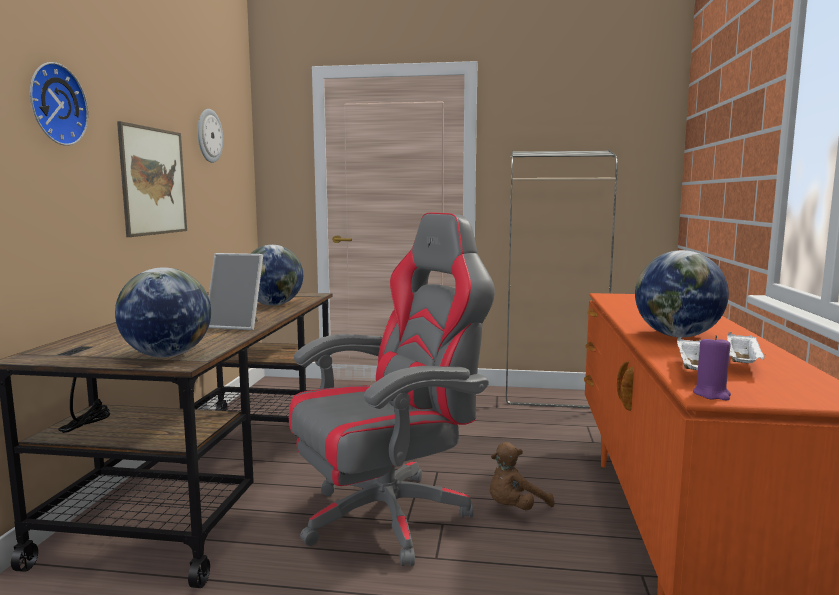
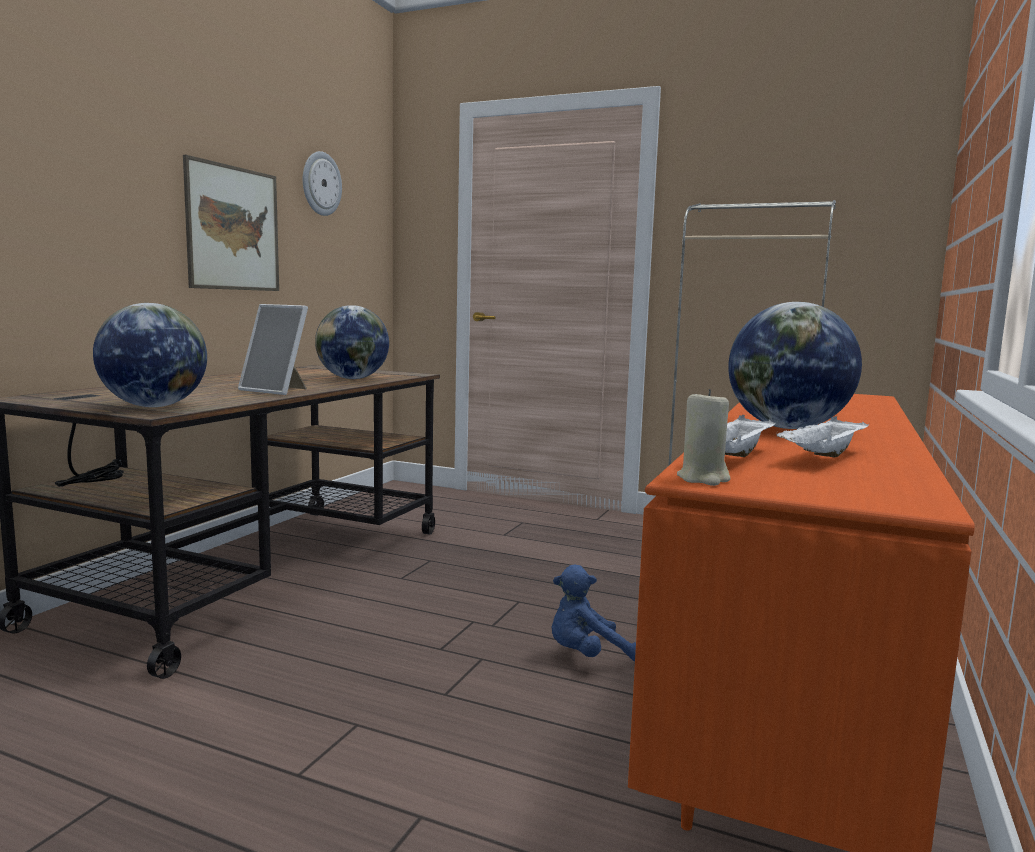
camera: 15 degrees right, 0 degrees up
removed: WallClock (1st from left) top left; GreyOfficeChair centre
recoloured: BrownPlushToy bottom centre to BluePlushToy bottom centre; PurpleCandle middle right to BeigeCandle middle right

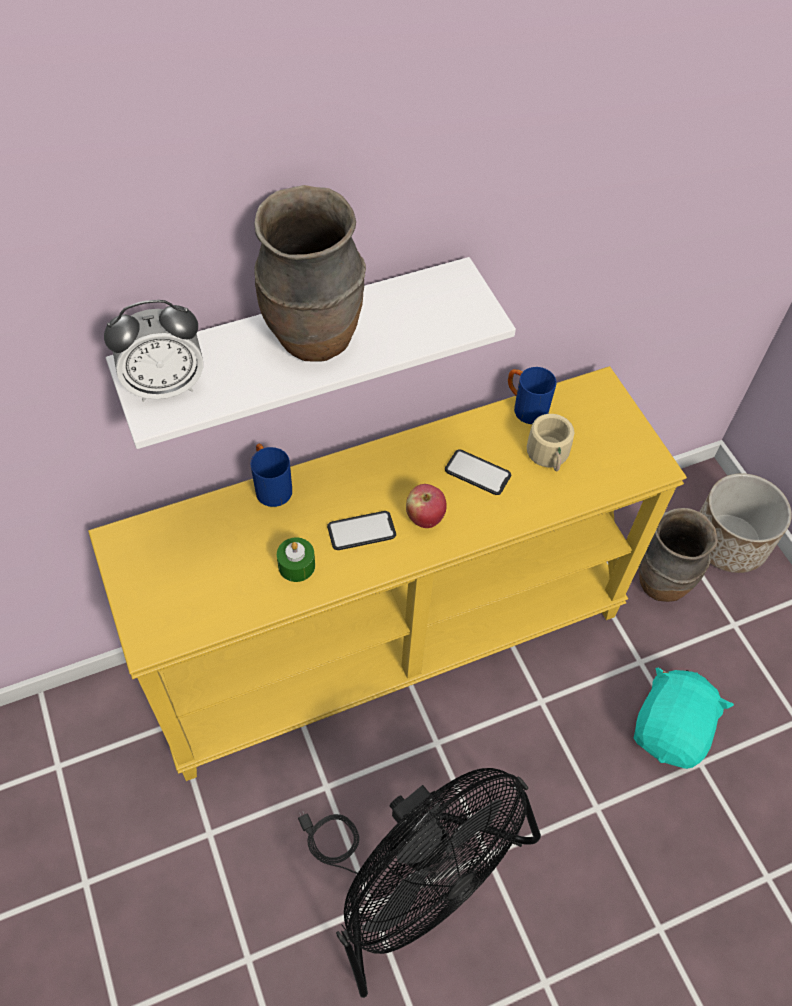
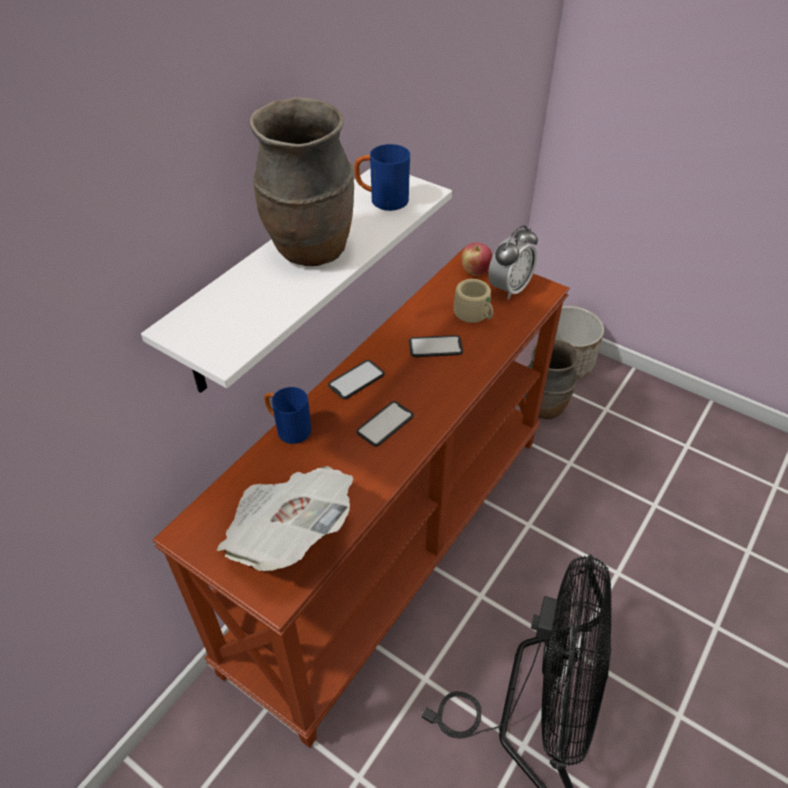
camera: 30 degrees left, 10 degrees down
removed: GreenCandle centre; TurquoisePlushToy bottom right
added: Newspaper centre; Phone (1st from left) centre
moved: AlarmClock middle left to top centre; Apple centre to top centre; BlueMug (2nd from left) middle right to top centre
recoloured: YellowConsoleTable centre to BrownConsoleTable centre

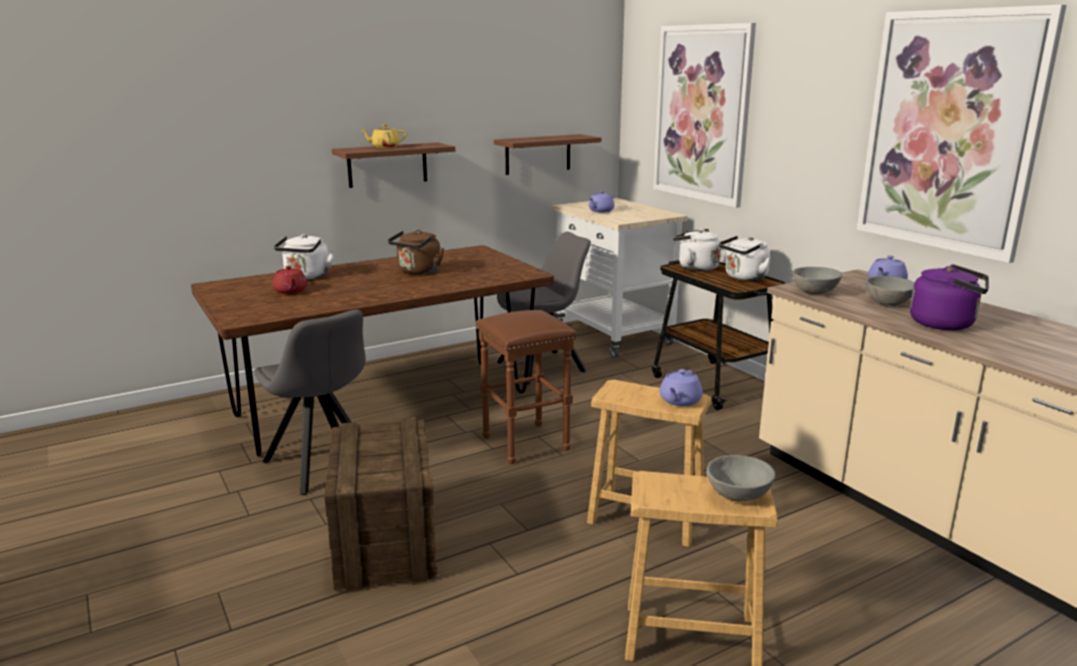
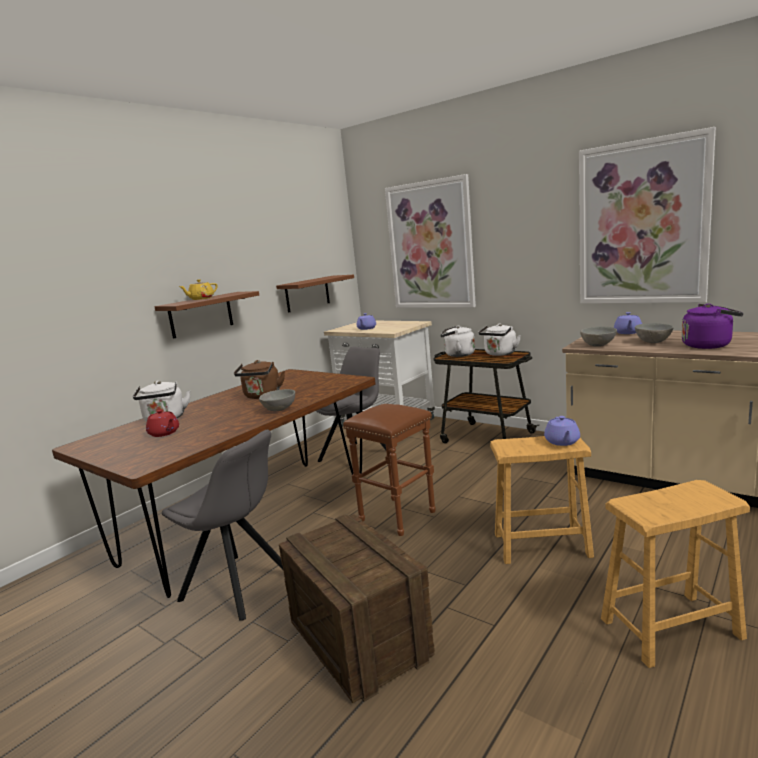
camera: 20 degrees left, 5 degrees down
moved: GreyBowl (1st from left) bottom right to centre

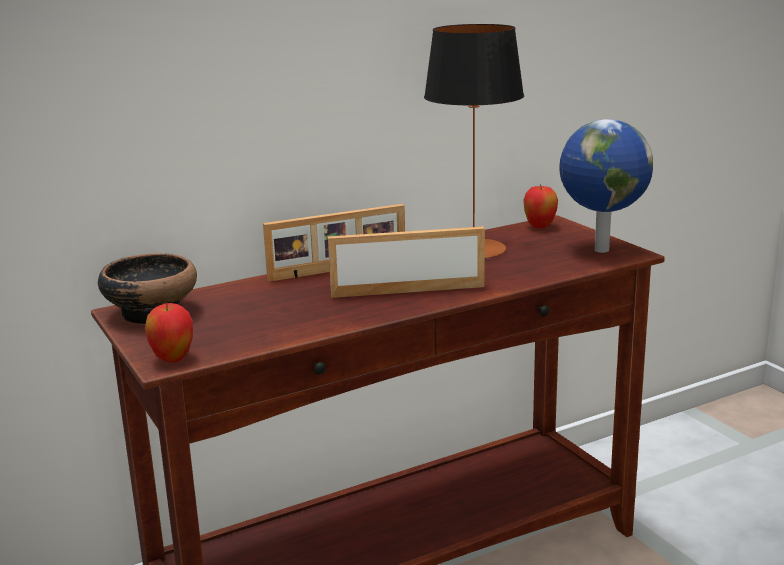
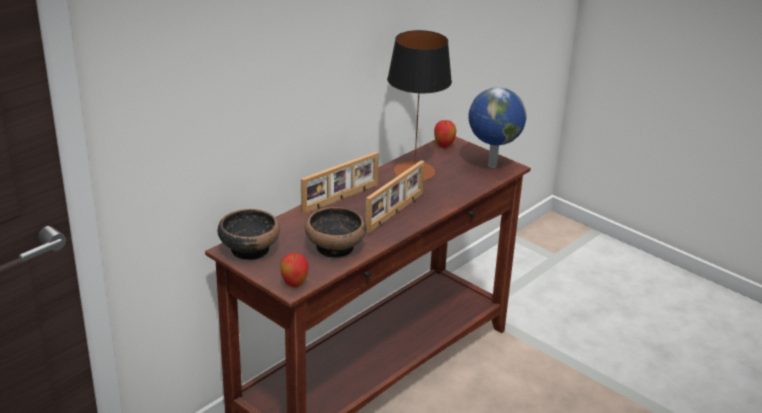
camera: 20 degrees left, 10 degrees up
added: Bowl (2nd from left) centre
turned: PictureFrame (2nd from left) centre = centre 150 degrees clockwise

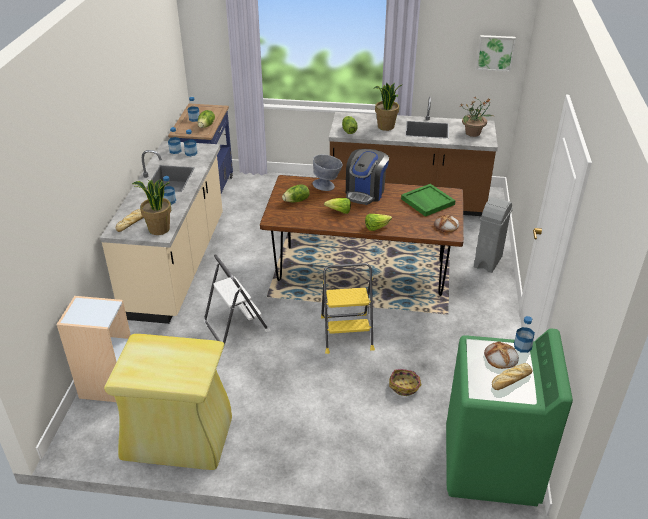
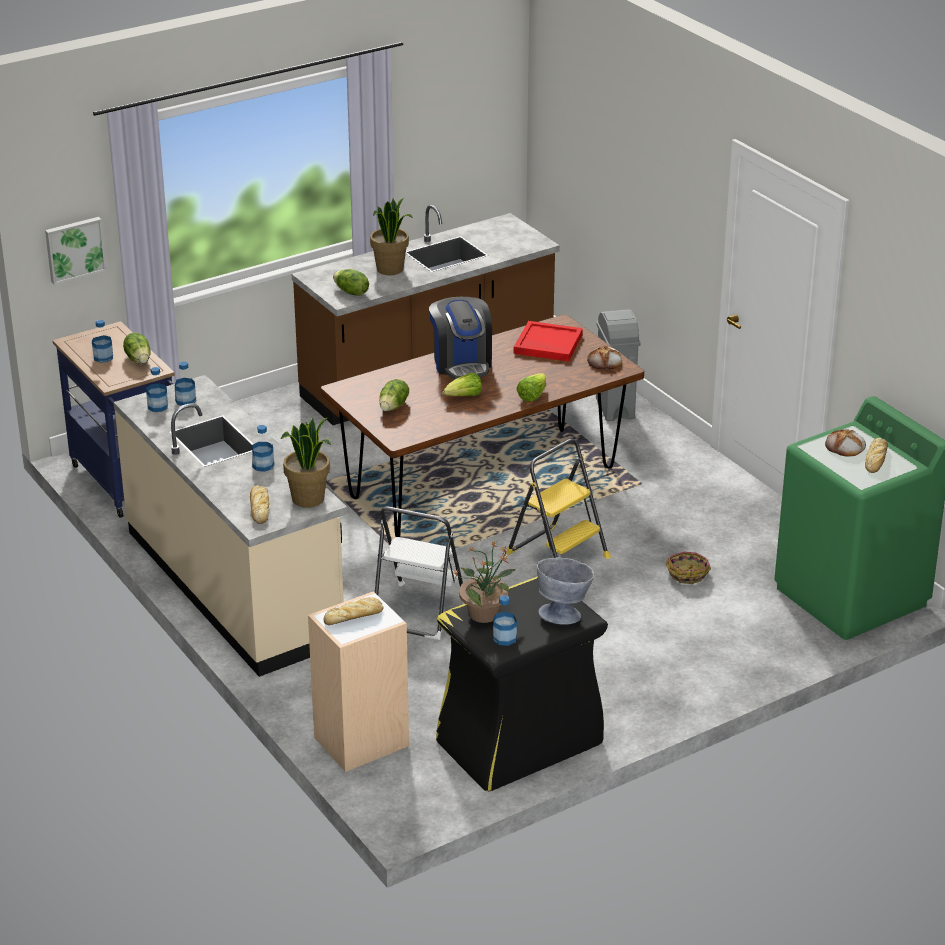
camera: 40 degrees left, 5 degrees down
added: Bread (2nd from left) centre
moved: GreyBowl top centre to centre; PottedPlant (3rd from left) top right to centre; Picture top right to top left; Bottle (5th from left) middle right to centre
recoloured: YellowNightstand bottom left to BlackNightstand bottom centre; GreenTray centre to RedTray centre

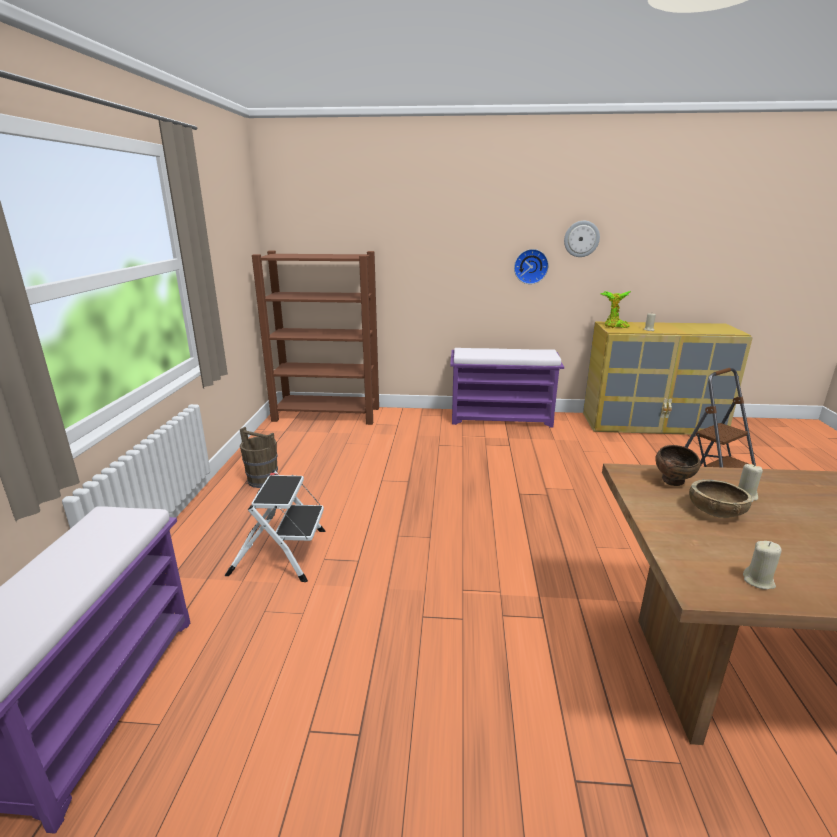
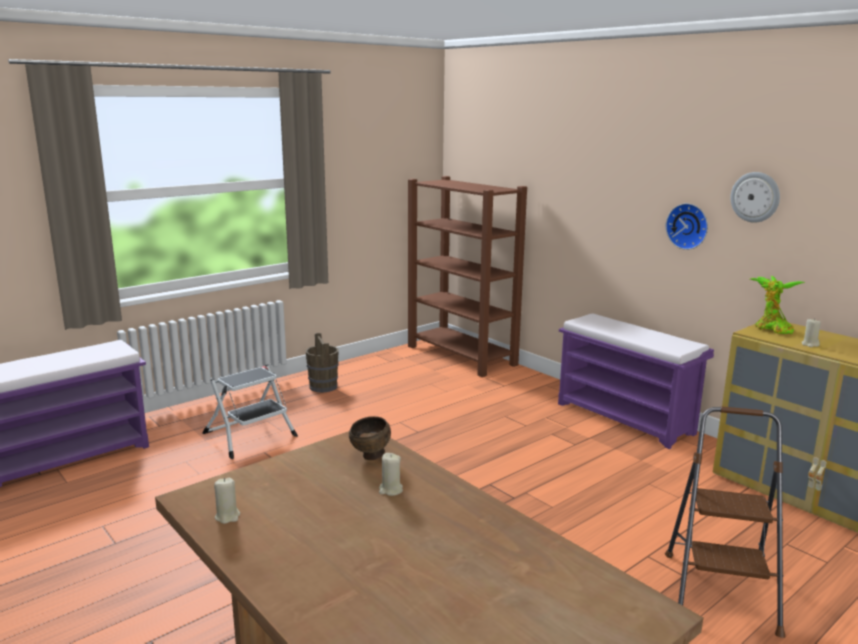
camera: 45 degrees right, 5 degrees down
removed: BrownBowl (2nd from left) middle right

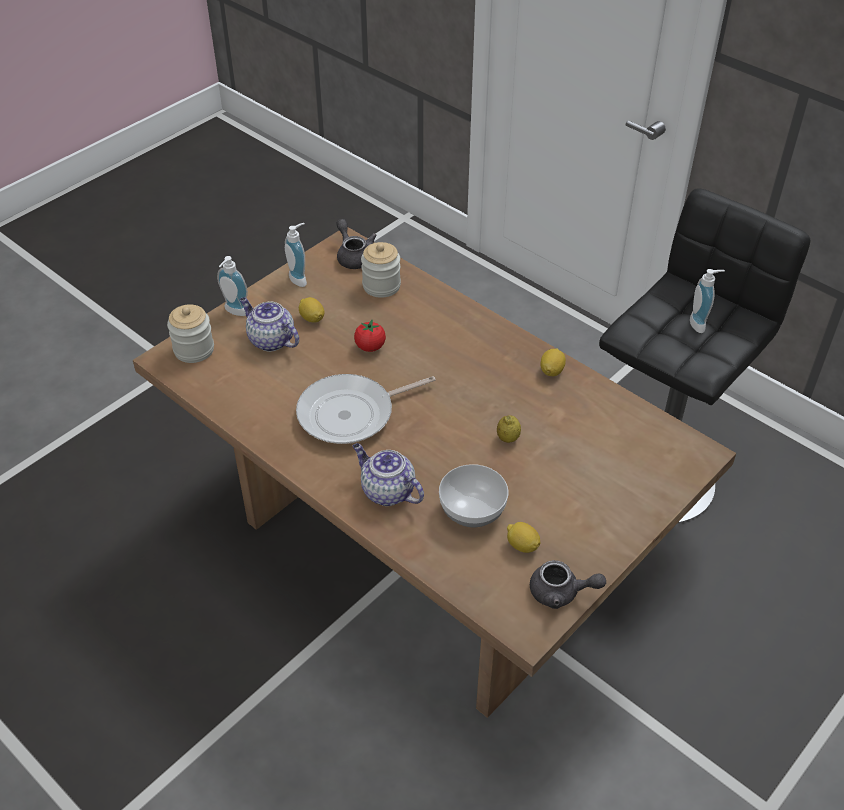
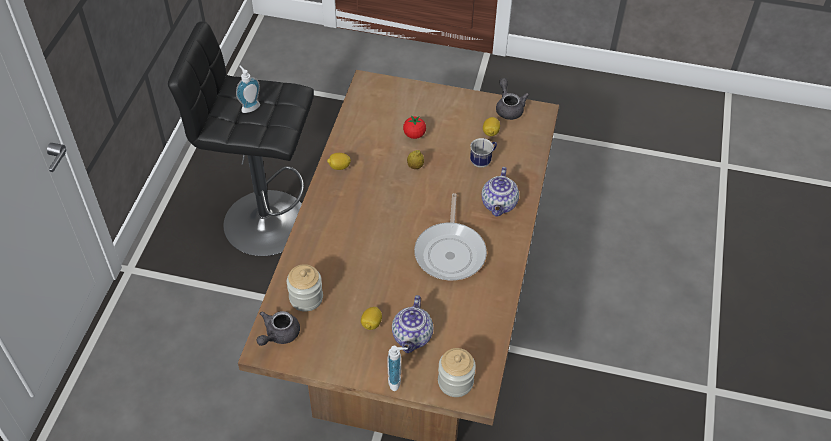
camera: 120 degrees left, 5 degrees up
removed: SoapDispenser (2nd from left) top centre
moved: Tomato centre to top centre
replaced: Bowl centre to Mug centre
turned: FryingPan centre = centre 60 degrees clockwise

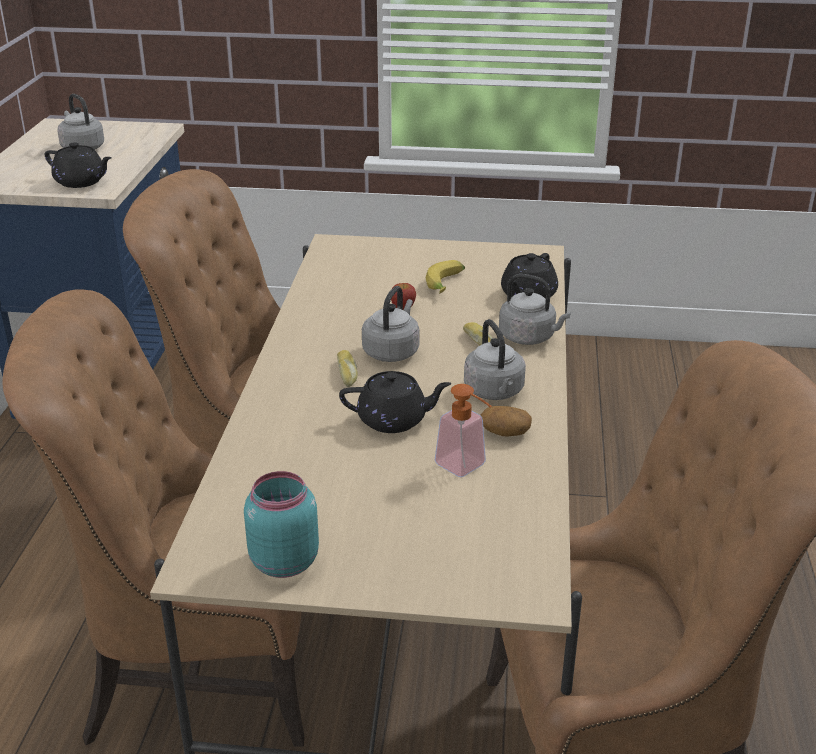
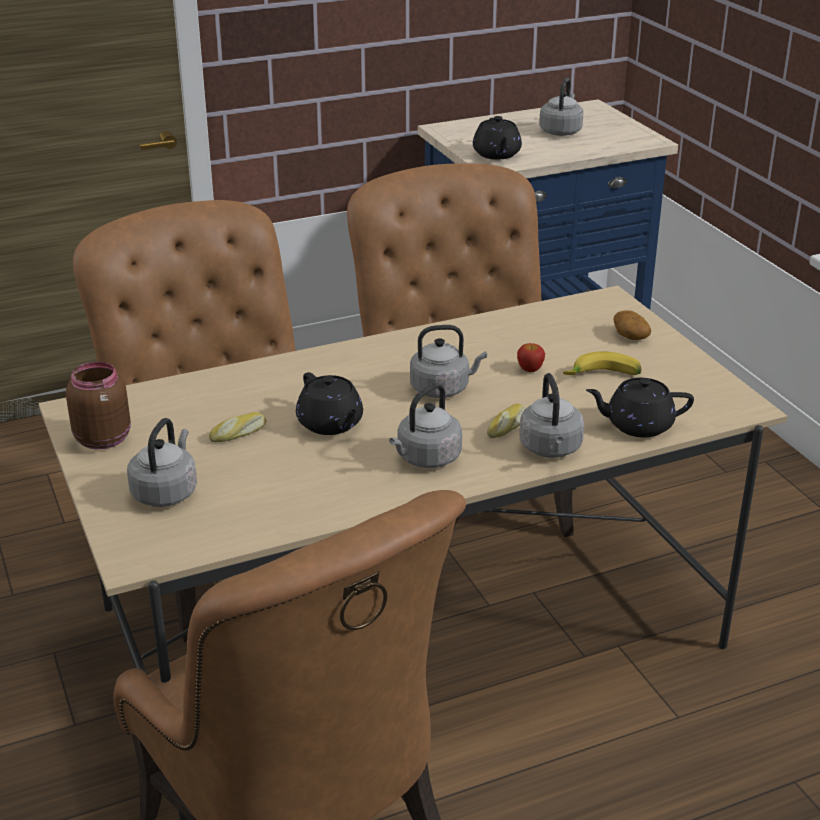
camera: 60 degrees right, 0 degrees up
removed: SoapDispenser centre
added: GreyKettle (1st from left) middle left
moved: Bread (1st from left) centre to middle left; Potato centre to middle right
recoloured: TurquoiseJar bottom centre to BrownJar middle left

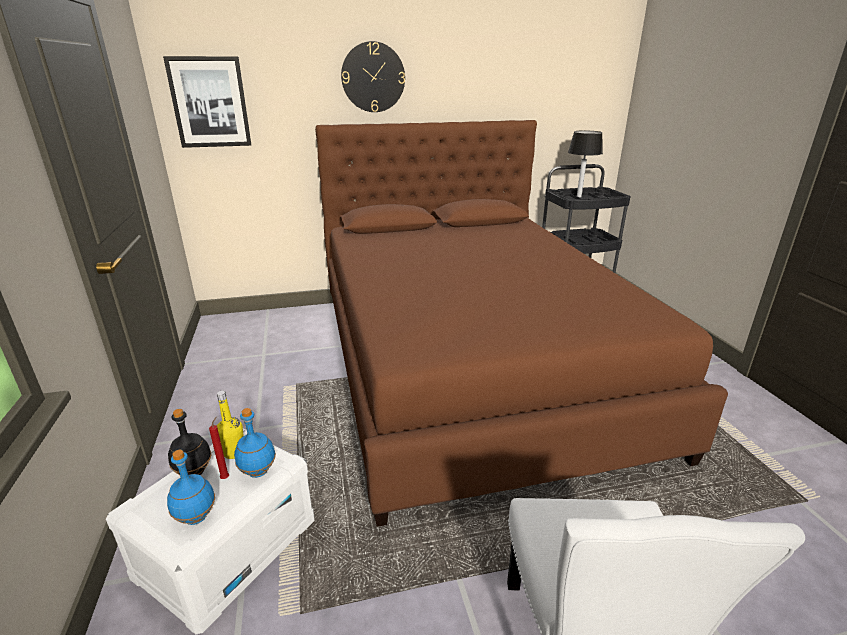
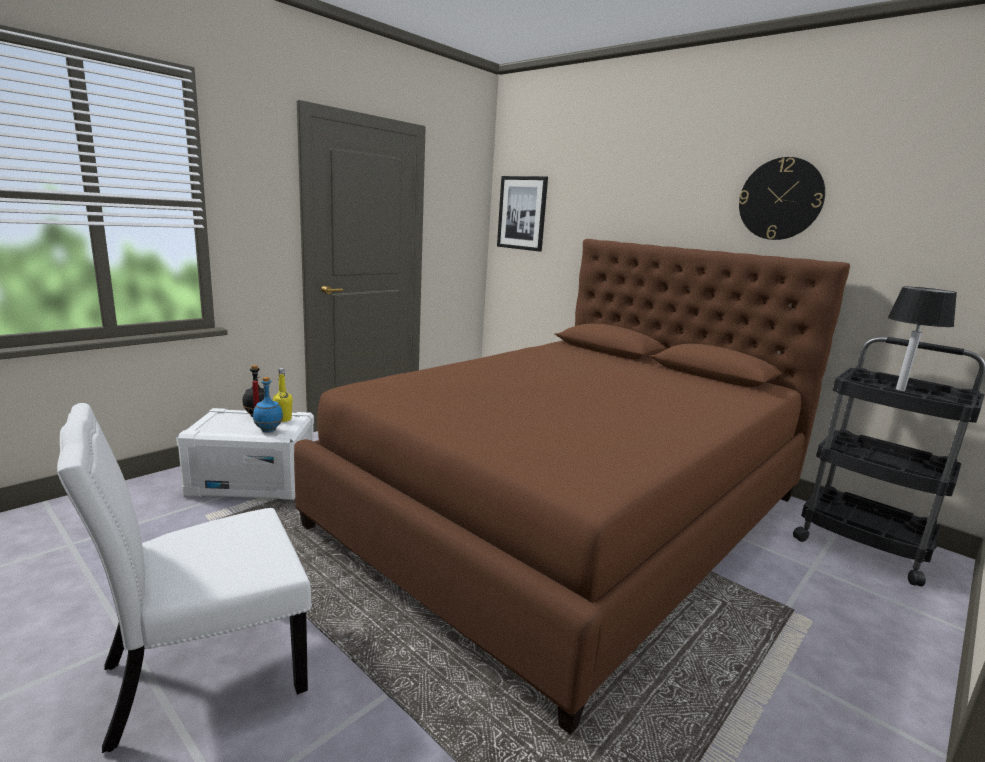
camera: 55 degrees right, 10 degrees down
removed: BlueBottle (1st from left) bottom left
moved: WallClock top centre to top right

